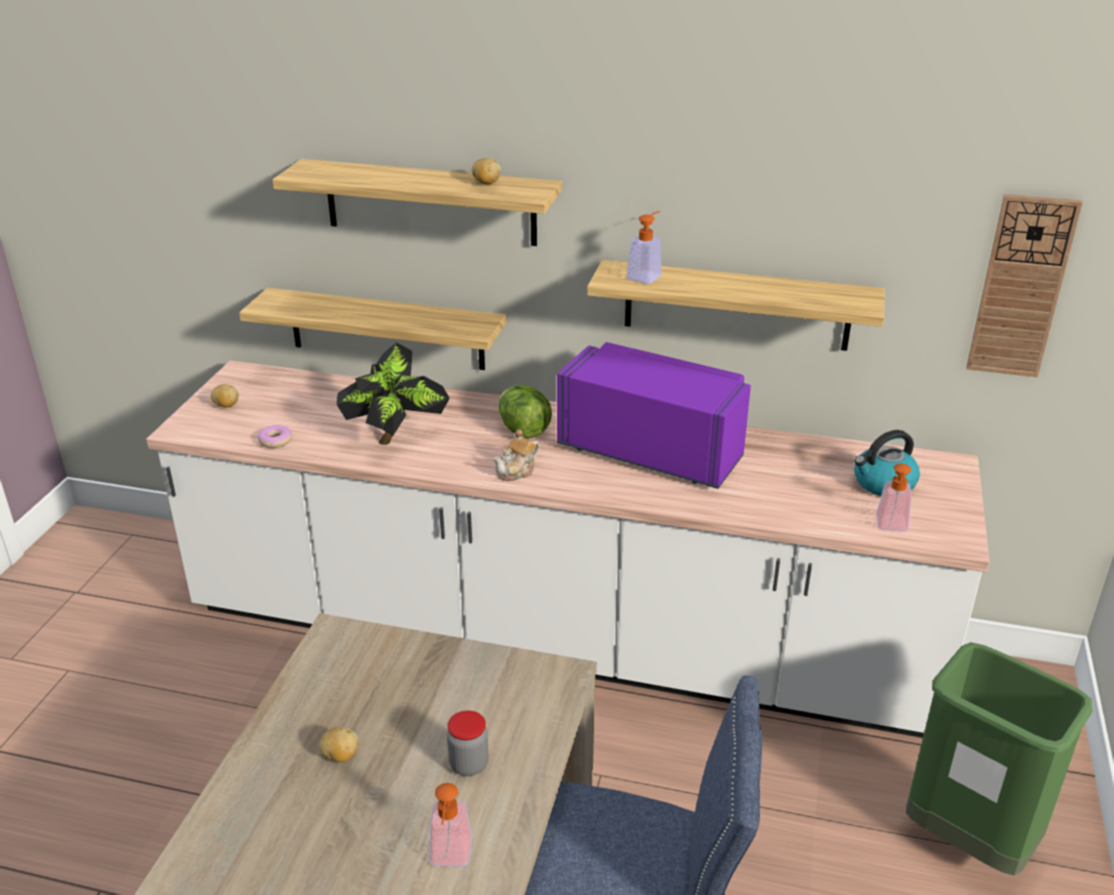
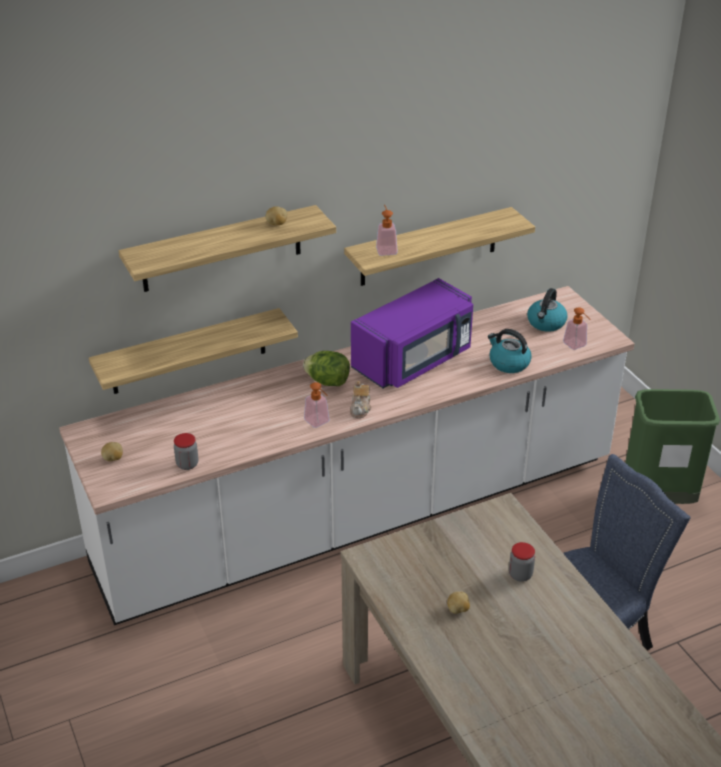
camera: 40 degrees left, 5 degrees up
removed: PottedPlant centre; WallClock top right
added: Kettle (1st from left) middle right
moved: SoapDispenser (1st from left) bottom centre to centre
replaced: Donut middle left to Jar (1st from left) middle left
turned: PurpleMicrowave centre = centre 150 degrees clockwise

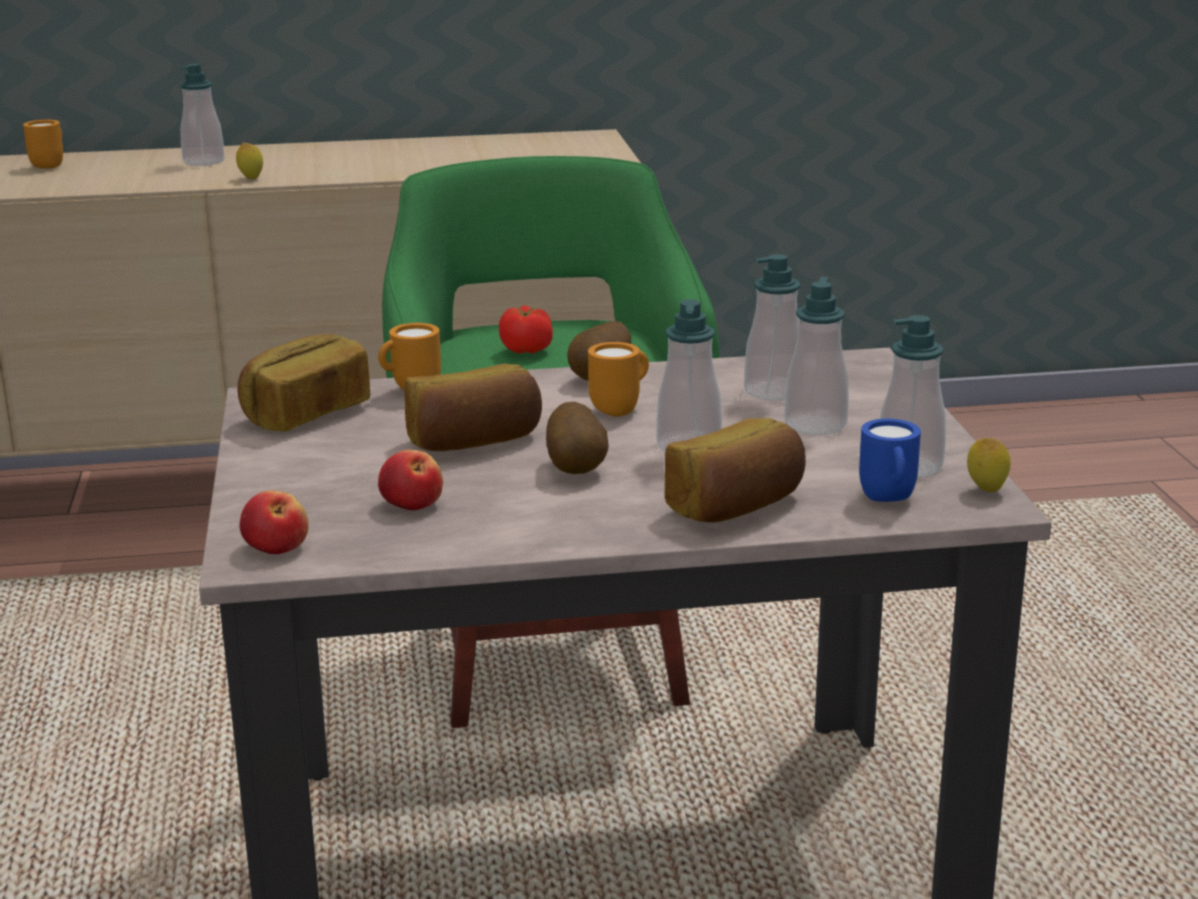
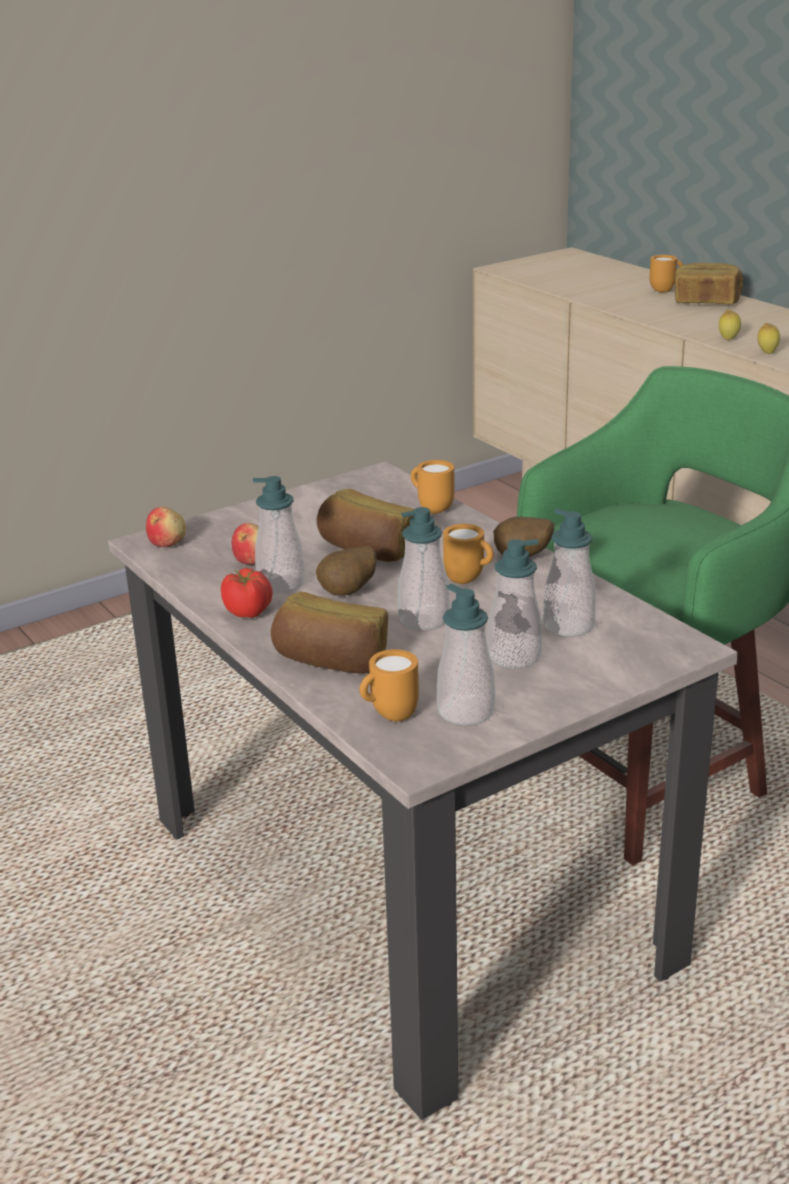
camera: 65 degrees right, 5 degrees up
moved: SoapDispenser (1st from left) top left to centre; Bread (1st from left in the first image) middle left to Bread (3rd from left) top right; Tomato centre to middle left; Lemon (2nd from left) middle right to top right
recoloured: BlueMug middle right to OrangeMug (1st from left) centre

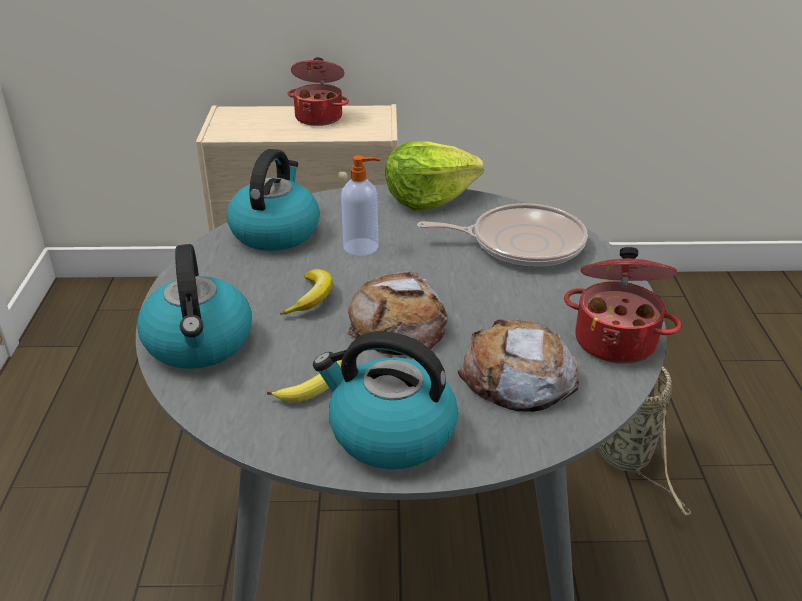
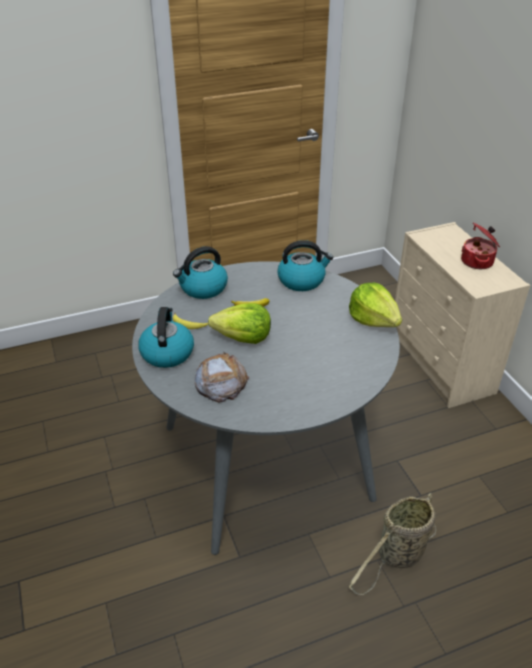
camera: 70 degrees right, 5 degrees up
removed: SoapDispenser centre; FryingPan centre; CookingPot (2nd from left) middle right
replaced: Bread (1st from left) centre to Lettuce (1st from left) centre

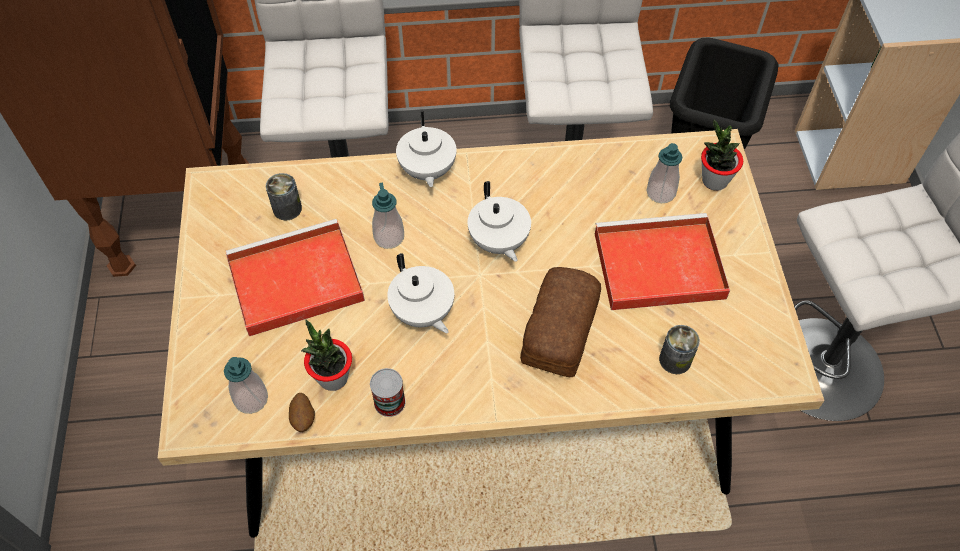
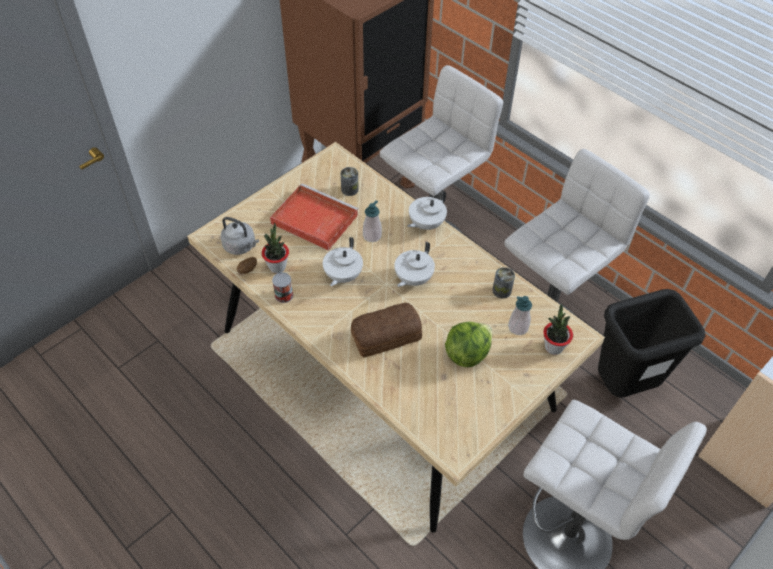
camera: 50 degrees right, 5 degrees down
moved: Can (3rd from left) middle right to centre
replaced: SoapDispenser (1st from left) bottom left to GreyKettle middle left; RedTray (2nd from left) middle right to Lettuce centre

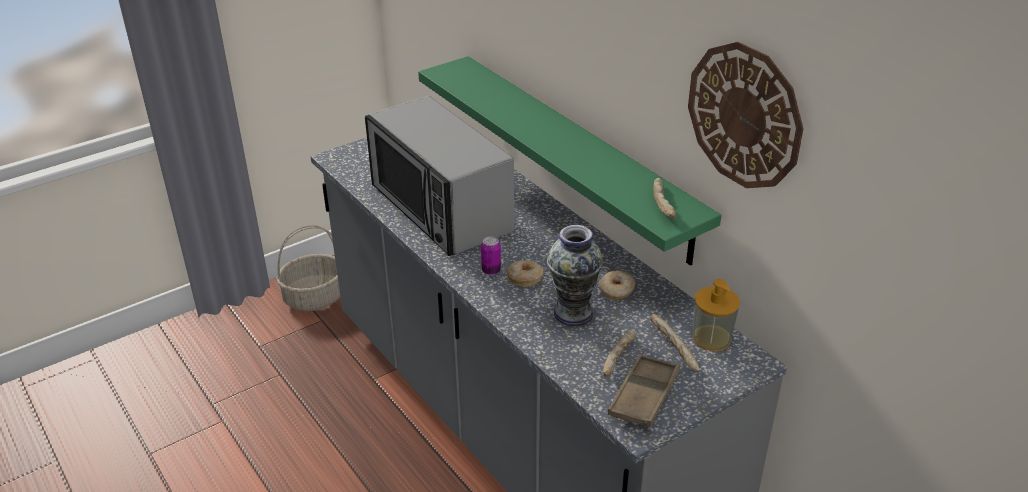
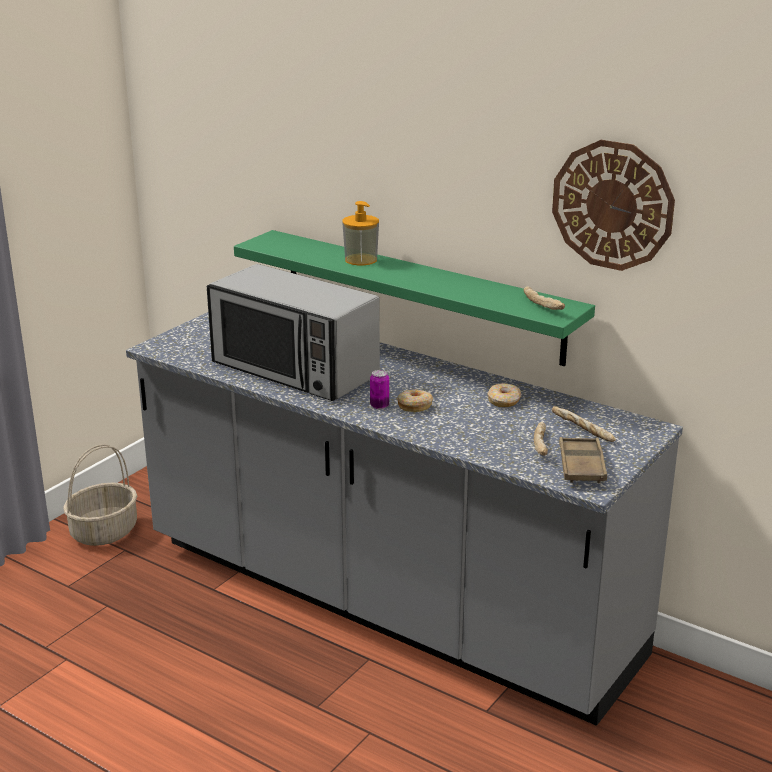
camera: 20 degrees left, 10 degrees down
removed: Vase centre
moved: SoapDispenser middle right to top centre

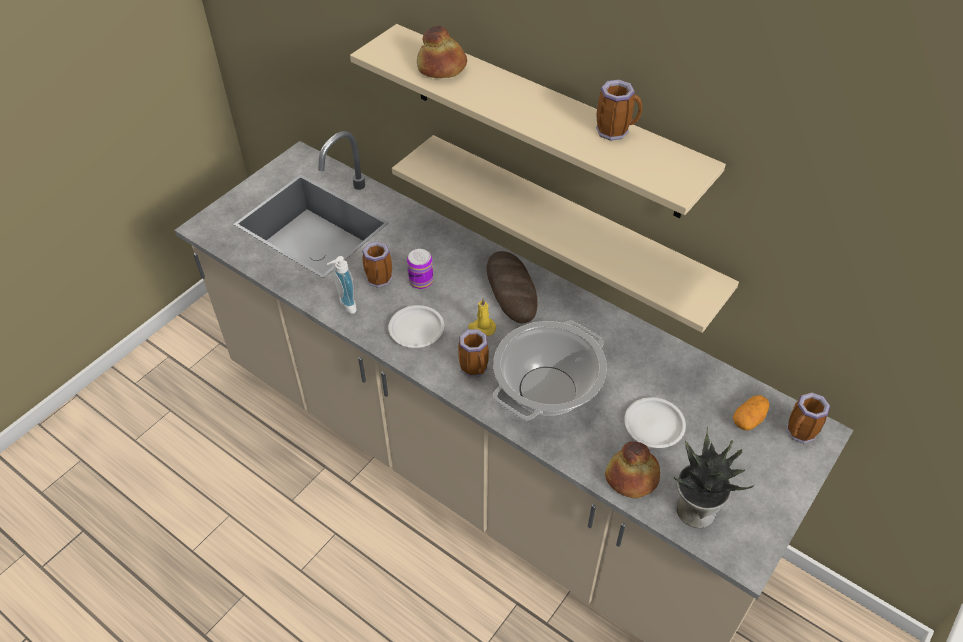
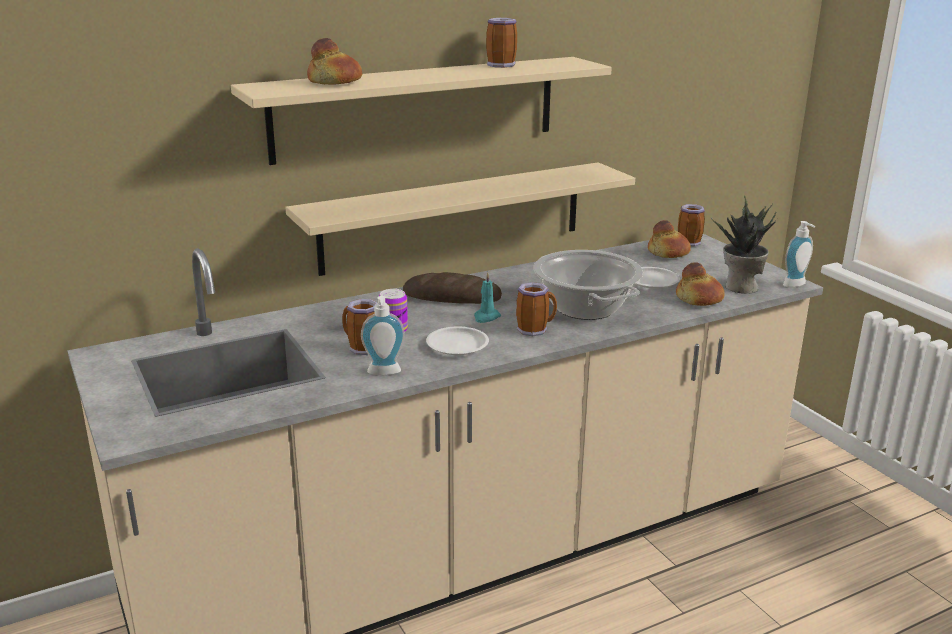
camera: 65 degrees left, 25 degrees down
added: SoapDispenser (2nd from left) middle right
replaced: Potato middle right to Bread (3rd from left) middle right
recoloured: YellowCandle centre to TurquoiseCandle centre

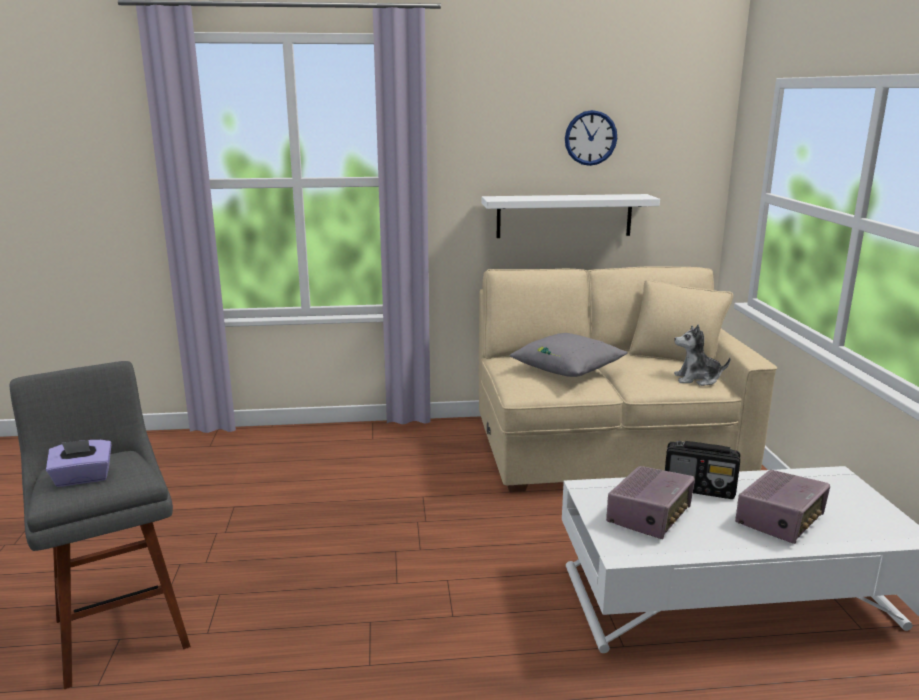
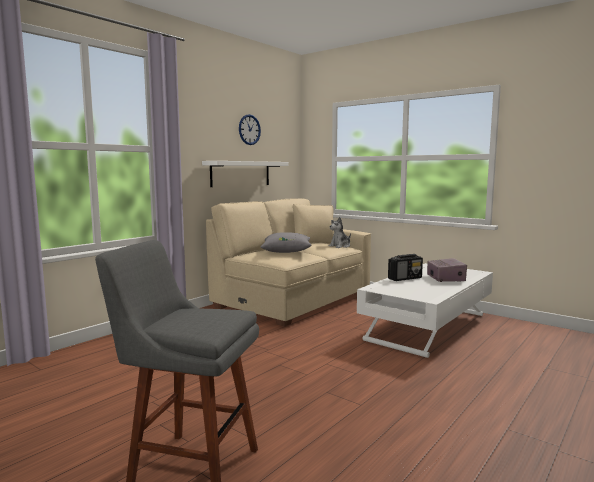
camera: 45 degrees left, 10 degrees down
removed: PurpleTissueBox middle left; Radio (1st from left) bottom right

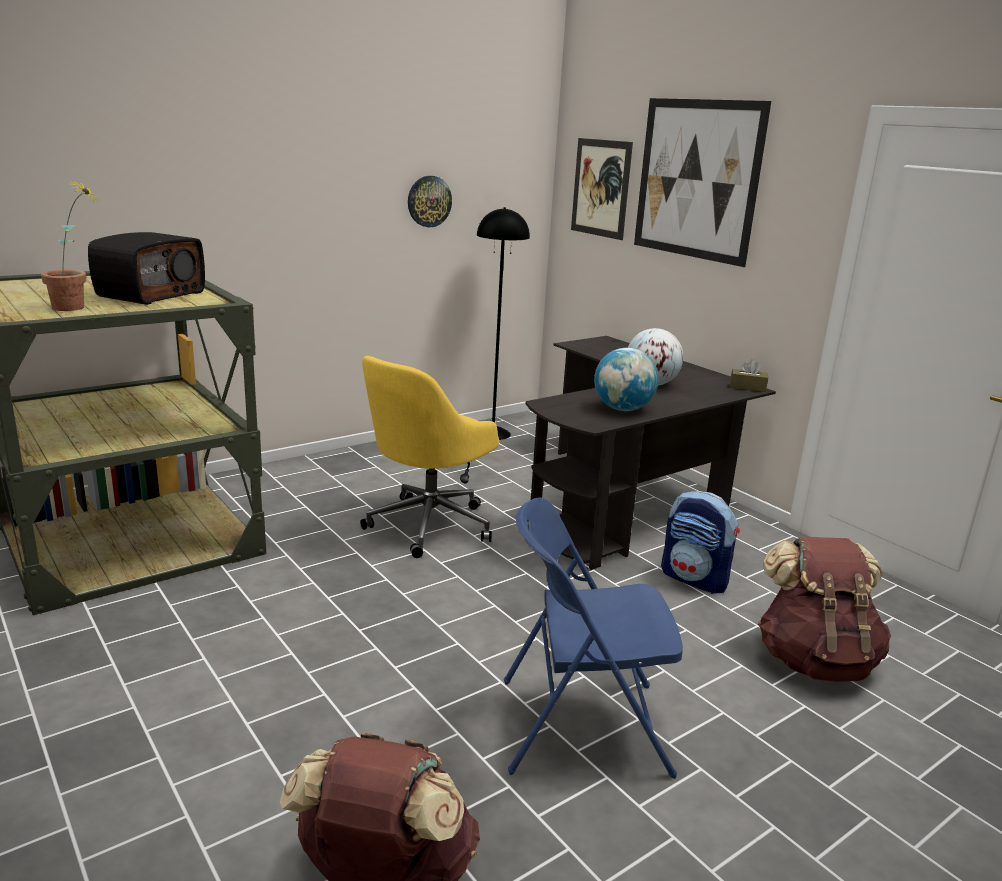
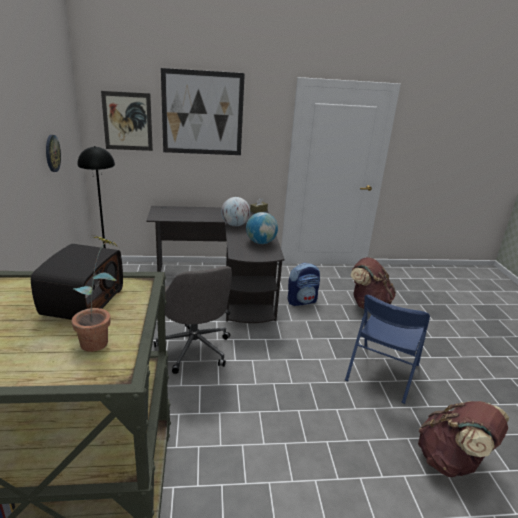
camera: 60 degrees left, 5 degrees up
recoloured: YellowOfficeChair centre to GreyOfficeChair centre
turned: Radio top left = middle left 45 degrees clockwise

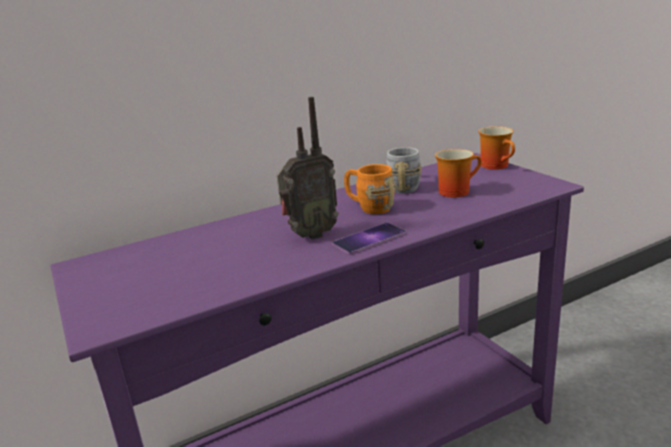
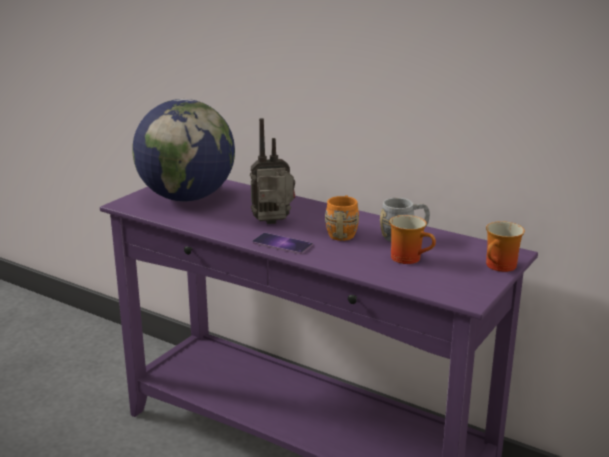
camera: 60 degrees right, 0 degrees up
added: Globe top left
turned: Radio centre = centre 135 degrees clockwise

